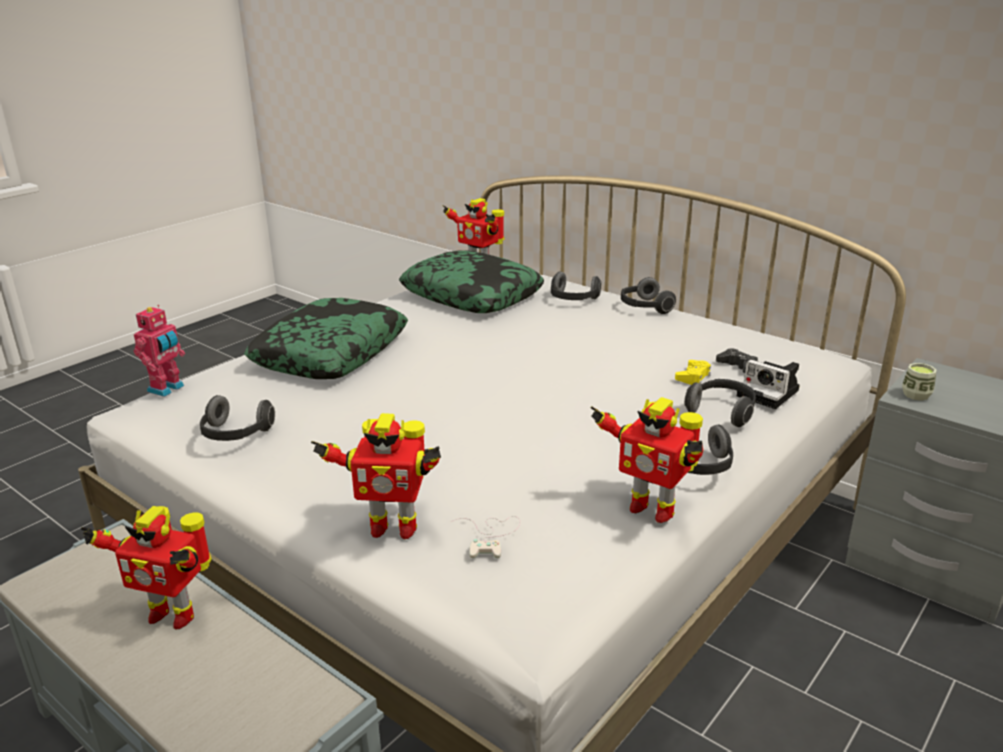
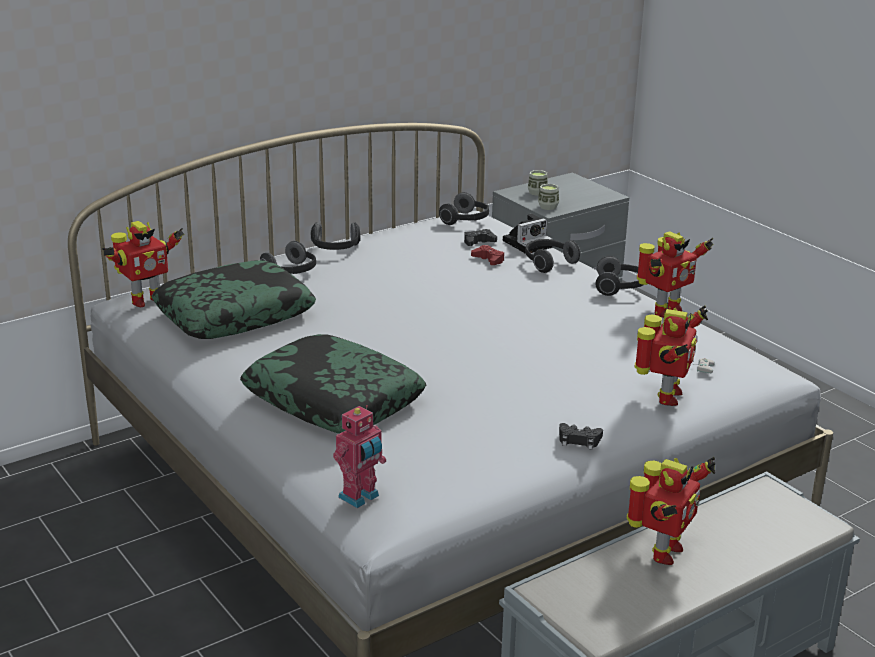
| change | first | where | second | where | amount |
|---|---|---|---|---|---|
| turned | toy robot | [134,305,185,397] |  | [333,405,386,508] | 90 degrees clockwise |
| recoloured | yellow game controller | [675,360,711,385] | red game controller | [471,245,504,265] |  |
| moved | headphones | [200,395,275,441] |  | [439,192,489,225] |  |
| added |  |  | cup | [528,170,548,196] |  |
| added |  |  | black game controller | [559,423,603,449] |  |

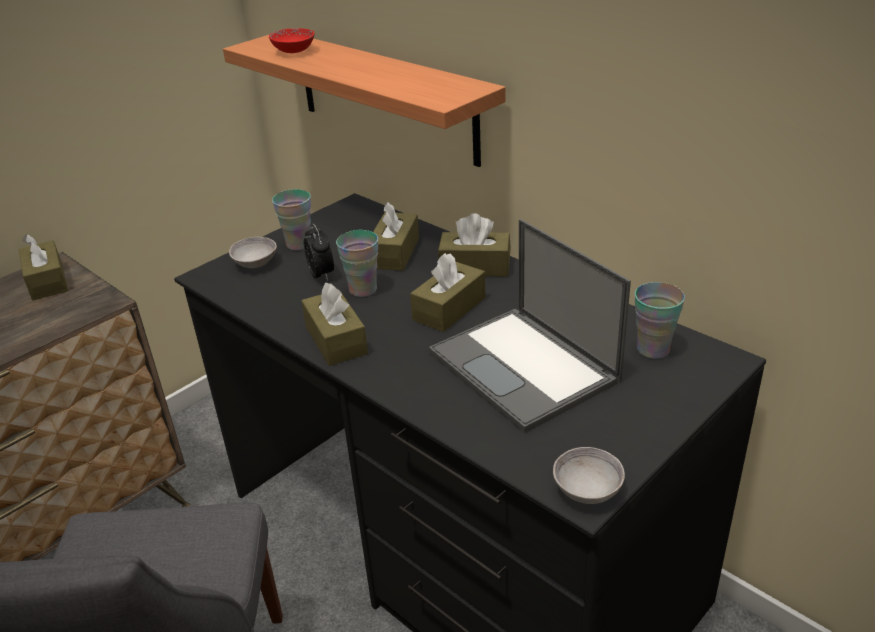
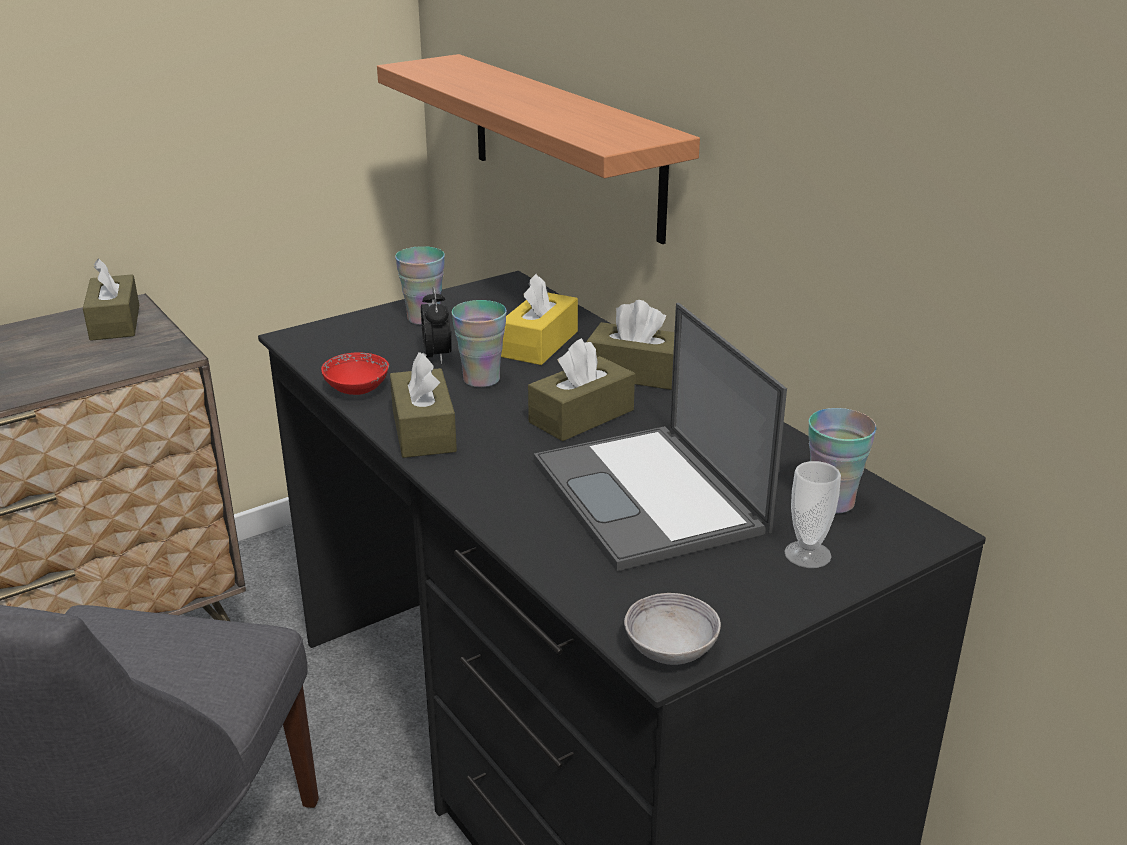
| change | first | where | second | where | amount |
|---|---|---|---|---|---|
| moved | red bowl | [269,28,314,53] |  | [321,352,389,395] |  |
| recoloured | brown tissue box | [373,202,419,271] | yellow tissue box | [501,274,578,365] |  |
| removed | grey bowl | [229,237,277,268] |  |  |  |
| added |  |  | cup | [784,461,841,568] |  |

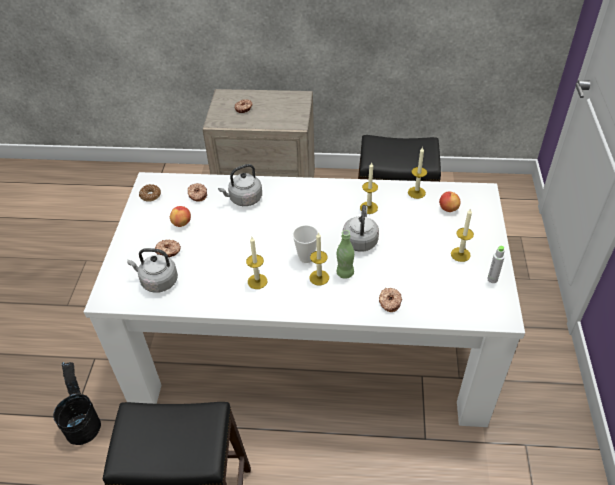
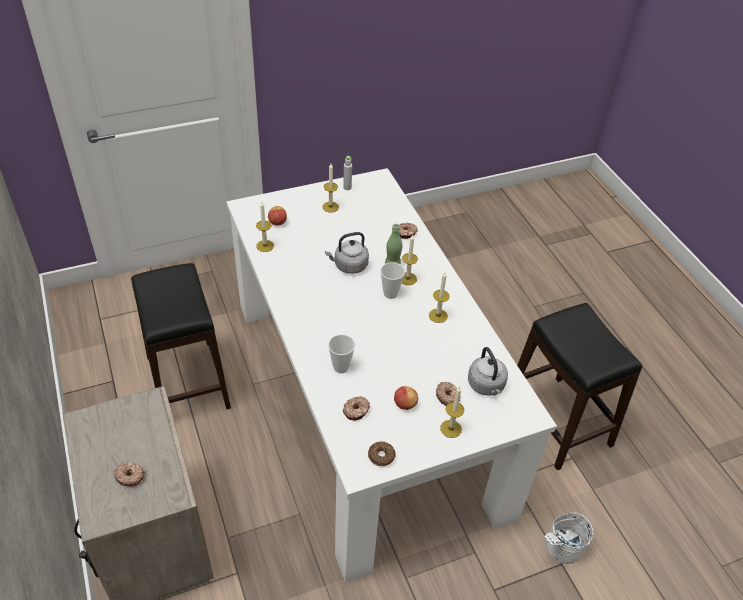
| change | first | where | second | where | amount |
|---|---|---|---|---|---|
| moved | candle | [360,162,378,214] |  | [440,386,464,438] |  |
| replaced | grey kettle | [218,164,262,206] | cup | [328,334,355,373] |  |
| recoloured | black bucket | [53,362,101,445] | white bucket | [544,512,593,564] |  |

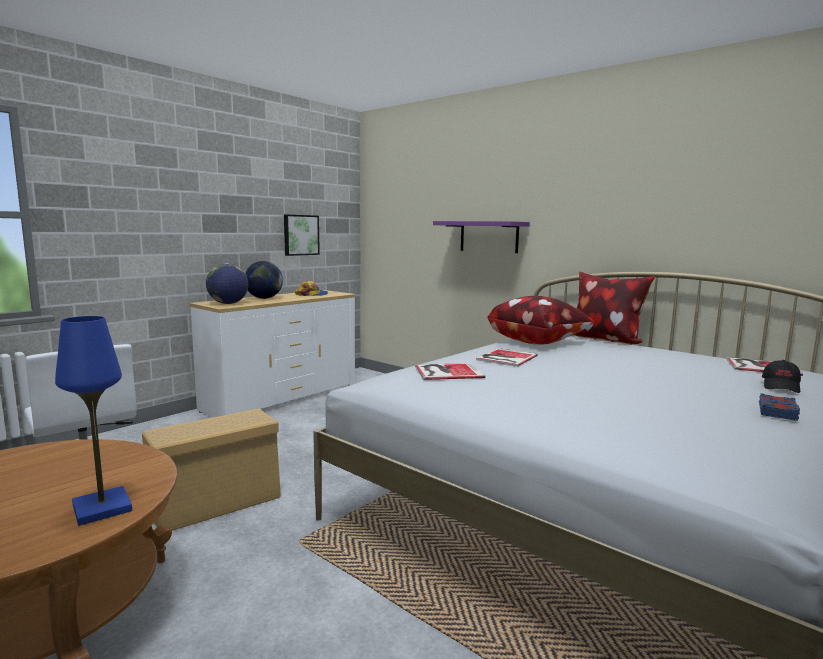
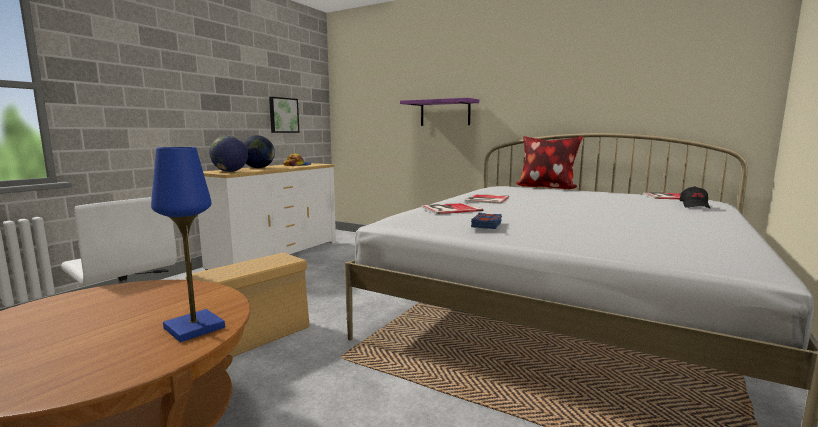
| change | first | where | second | where | amount |
|---|---|---|---|---|---|
| removed | pillow | [487,296,594,345] |  |  |  |
| moved | blue book | [759,393,800,421] |  | [471,213,502,229] |  |

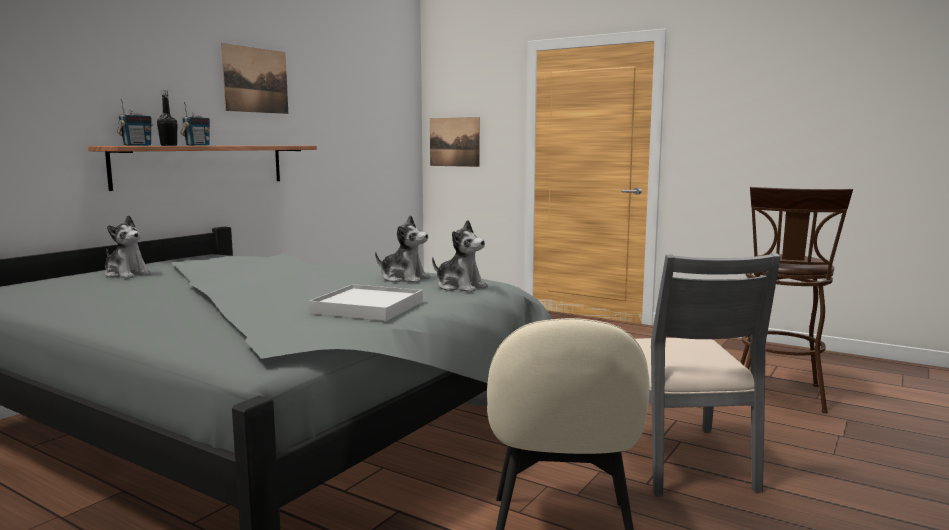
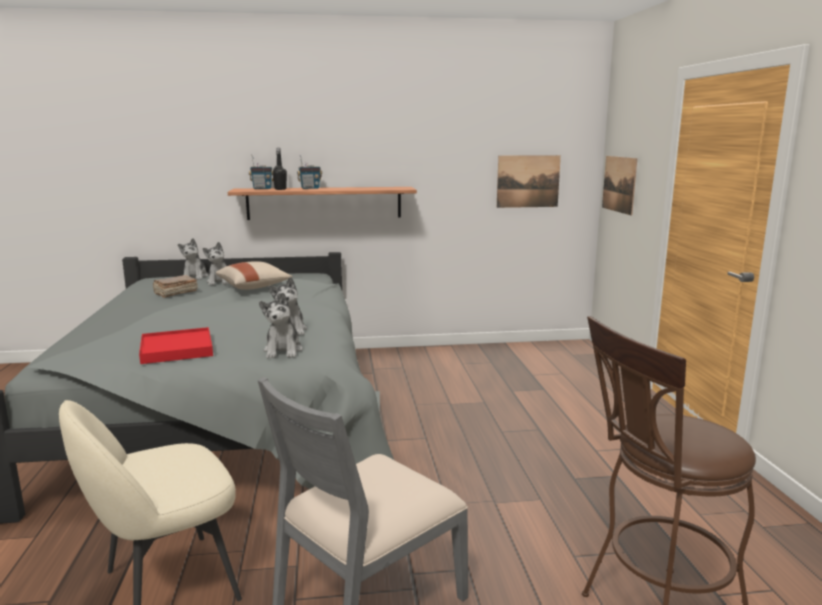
| change | first | where | second | where | amount |
|---|---|---|---|---|---|
| moved | picture | [221,43,288,114] |  | [497,155,561,208] |  |
| recoloured | white tray | [309,284,423,321] | red tray | [139,327,213,364] |  |
| added |  |  | plush toy | [178,238,208,280] |  |
| added |  |  | beige pillow | [216,261,293,290] |  |
| added |  |  | brown book | [153,275,198,298] |  |

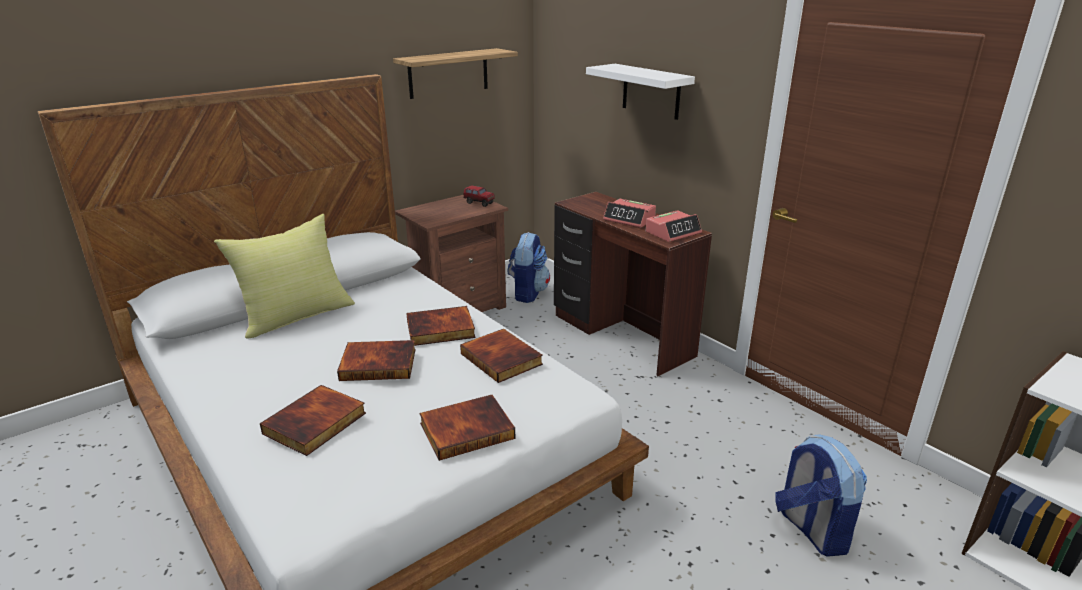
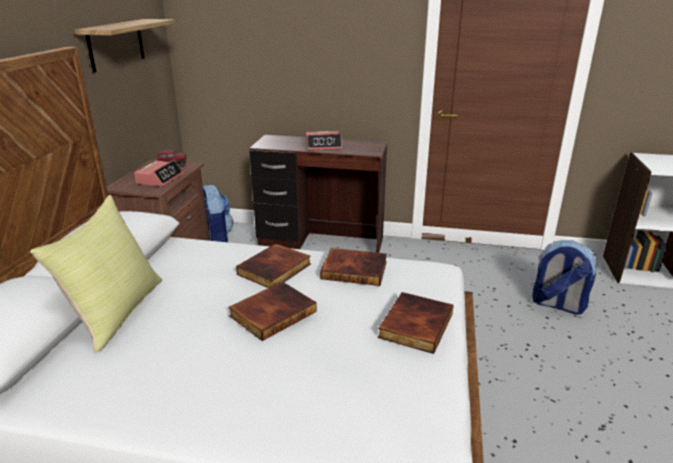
| change | first | where | second | where | amount |
|---|---|---|---|---|---|
| removed | white shelf | [586,64,695,120] |  |  |  |
| moved | alarm clock | [646,210,702,242] |  | [134,160,184,187] |  |
| removed | book | [260,385,366,456] |  |  |  |

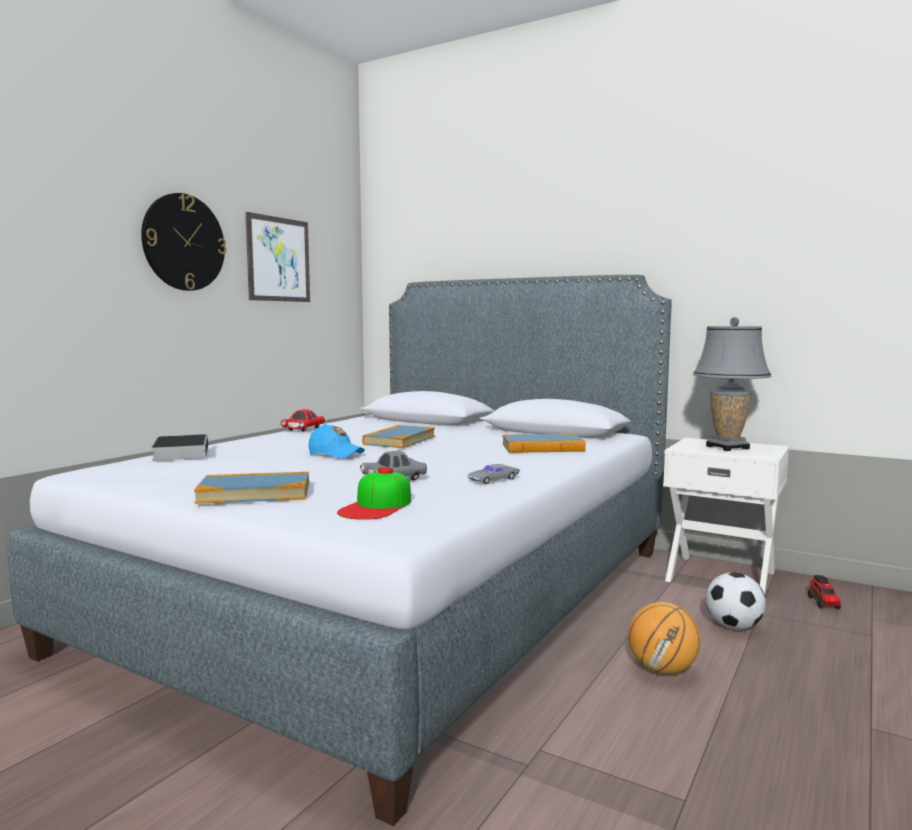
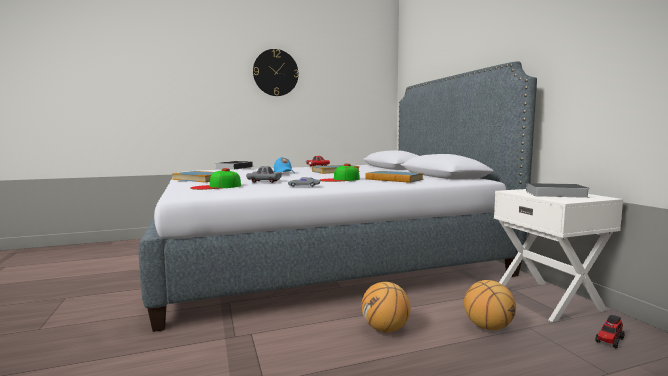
| change | first | where | second | where | amount |
|---|---|---|---|---|---|
| removed | picture | [245,212,310,302] |  |  |  |
| replaced | grey table lamp | [693,317,772,451] | book | [519,183,590,198] |  |
| replaced | football | [706,572,766,630] | basketball | [464,280,516,330] |  |
| added |  |  | cap | [320,164,360,182] |  |

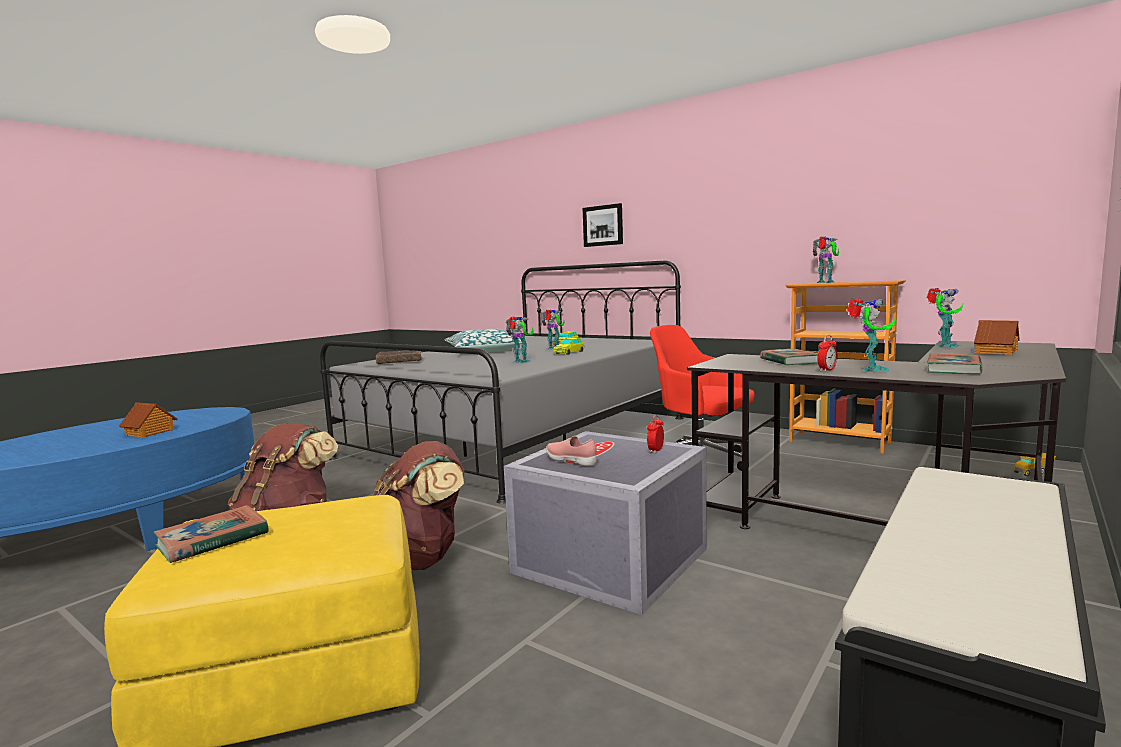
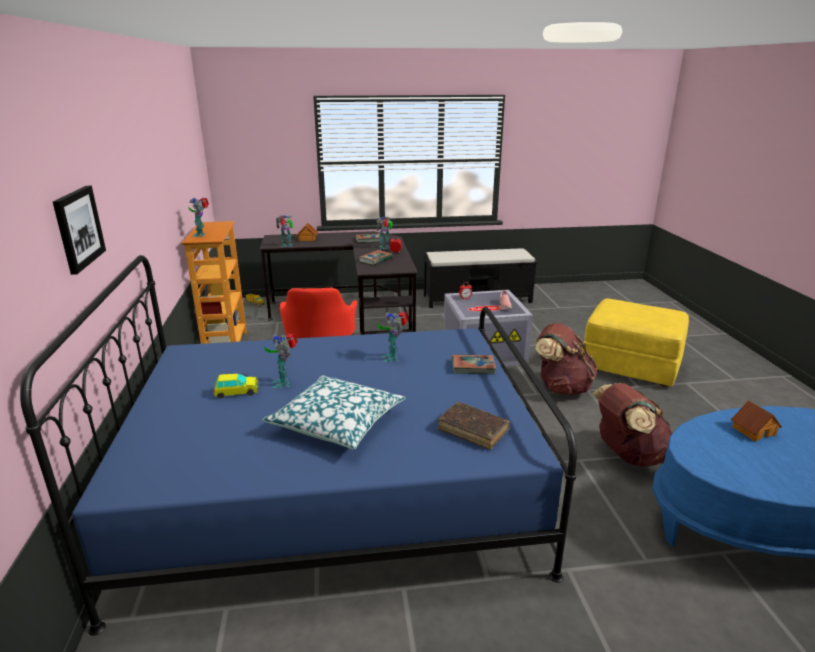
| change | first | where | second | where | amount |
|---|---|---|---|---|---|
| recoloured | grey bed | [320,260,684,504] | blue bed | [20,255,577,636] |  |
| removed | toy car | [554,338,584,355] |  |  |  |
| moved | book | [154,505,269,563] |  | [452,355,496,374] |  |

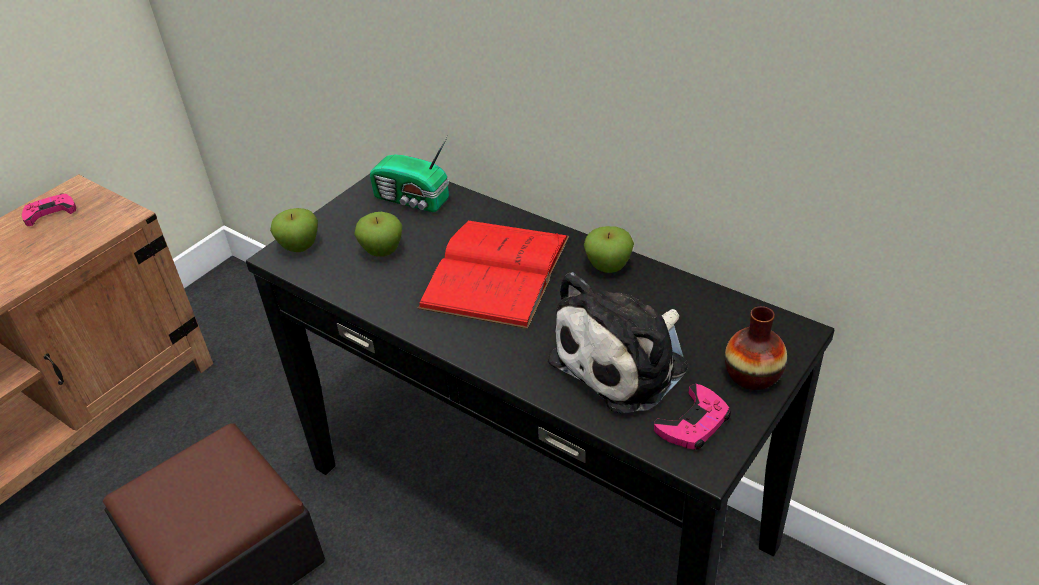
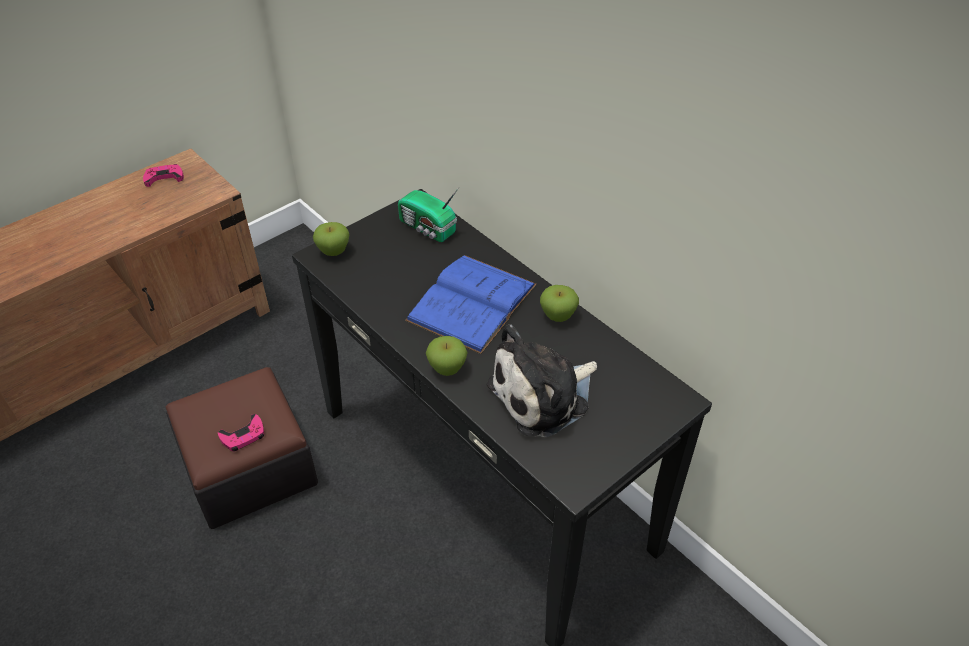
| change | first | where | second | where | amount |
|---|---|---|---|---|---|
| moved | apple | [354,212,403,257] |  | [426,336,468,376] |  |
| recoloured | red book | [417,221,569,329] | blue book | [405,255,537,354] |  |
| removed | vase | [725,306,787,390] |  |  |  |
| moved | pink game controller | [654,384,731,450] |  | [218,414,264,452] |  |

